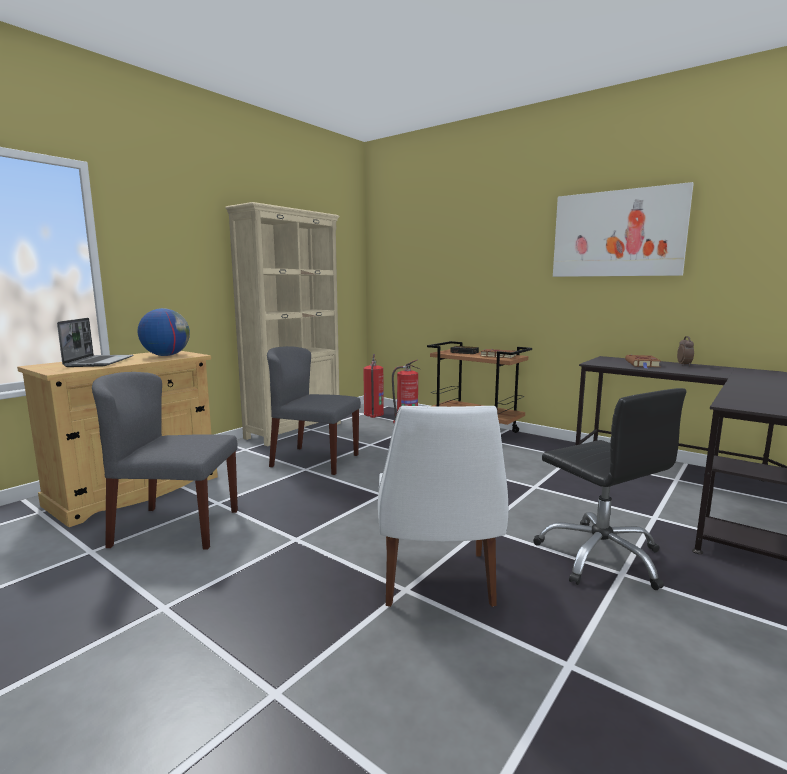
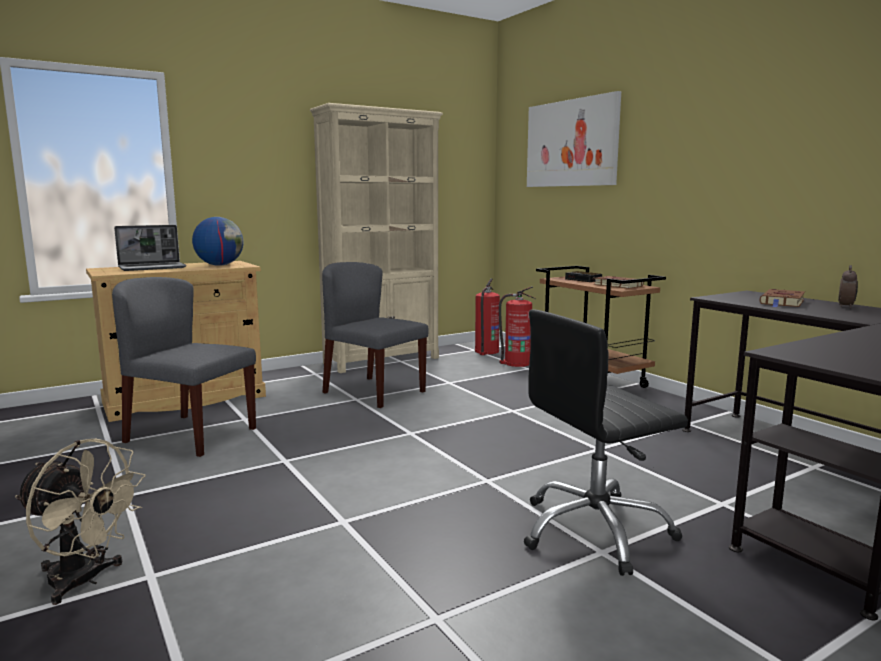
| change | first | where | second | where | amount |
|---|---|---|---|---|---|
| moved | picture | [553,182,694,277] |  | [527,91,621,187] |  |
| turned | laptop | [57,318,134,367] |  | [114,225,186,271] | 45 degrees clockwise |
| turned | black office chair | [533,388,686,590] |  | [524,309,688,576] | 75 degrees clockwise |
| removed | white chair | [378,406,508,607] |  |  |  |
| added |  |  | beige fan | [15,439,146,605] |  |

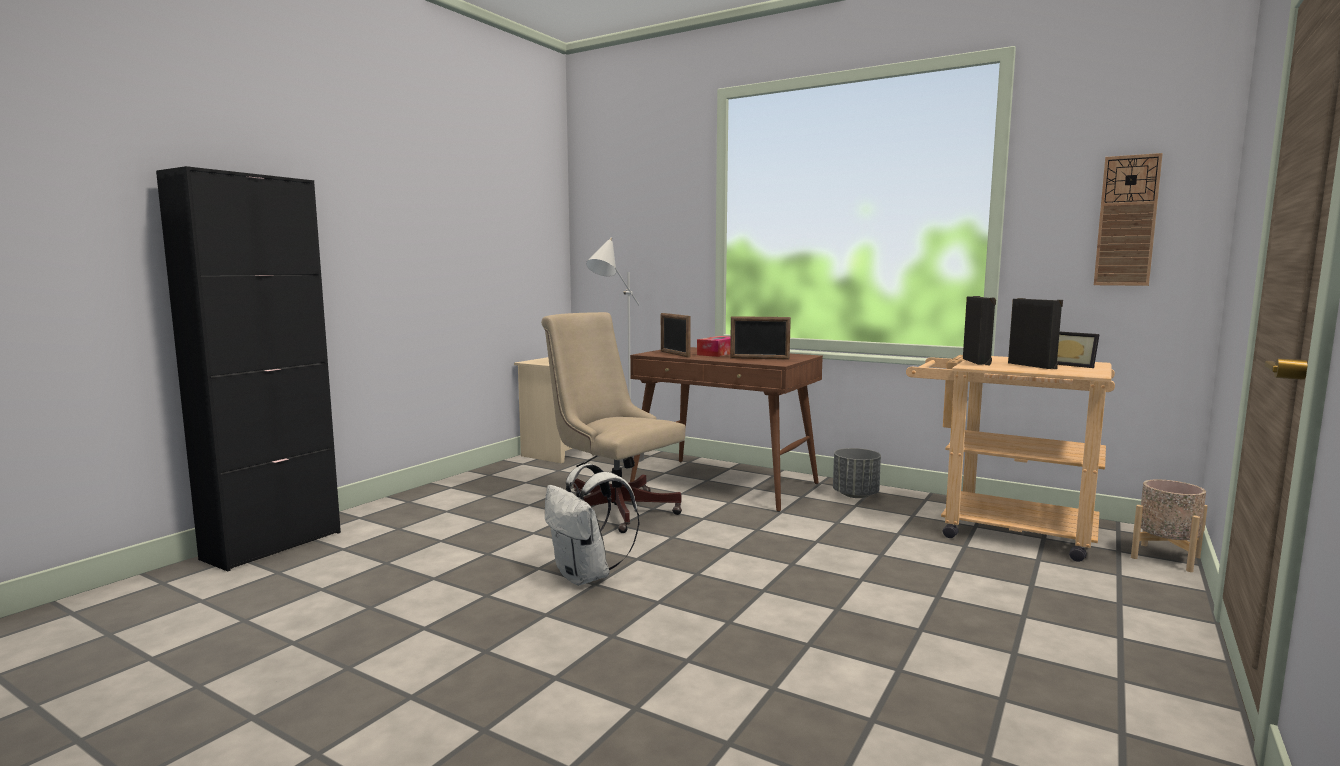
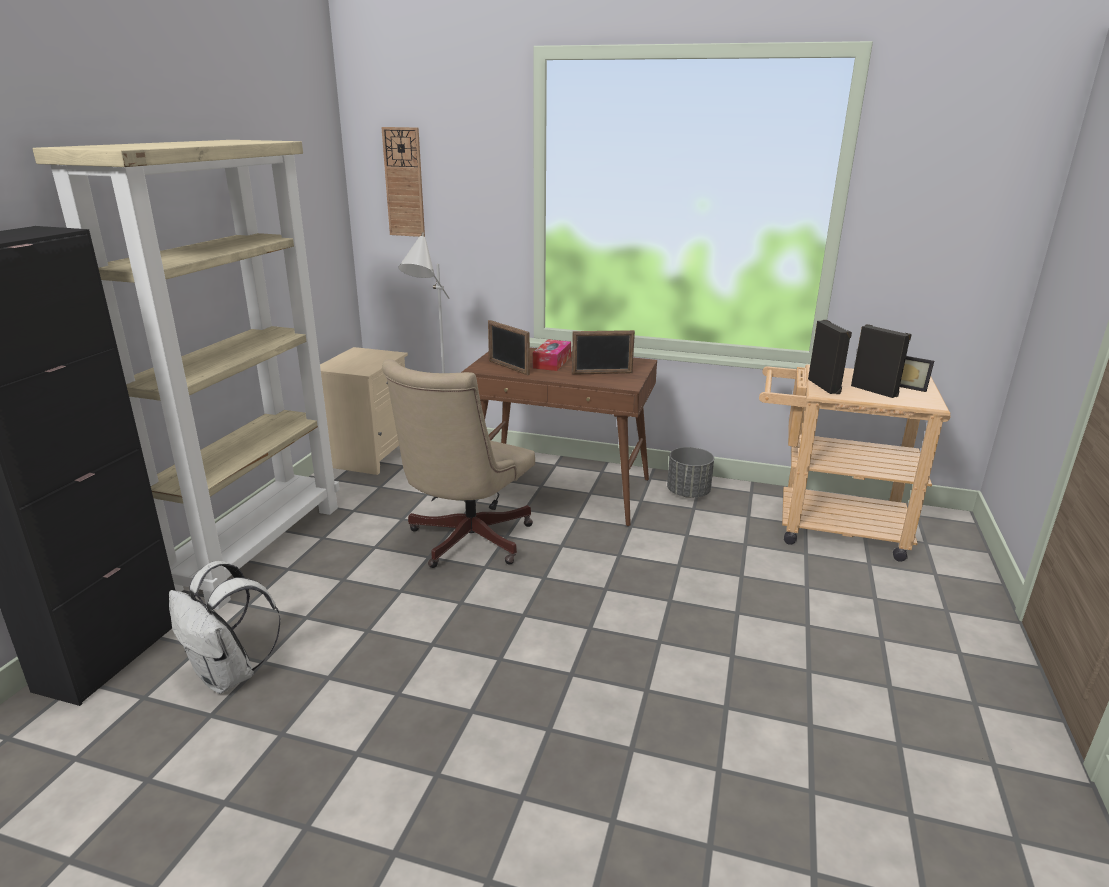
| change | first | where | second | where | amount |
|---|---|---|---|---|---|
| moved | wall clock | [1094,153,1163,286] |  | [381,127,425,237] |  |
| turned | beige office chair | [541,312,686,533] |  | [382,359,535,568] | 90 degrees counterclockwise |
| moved | white backpack | [545,464,639,586] |  | [169,561,281,694] |  |
| removed | beige planter | [1131,479,1208,572] |  |  |  |
| added |  |  | beige bookcase | [32,140,340,610] |  |

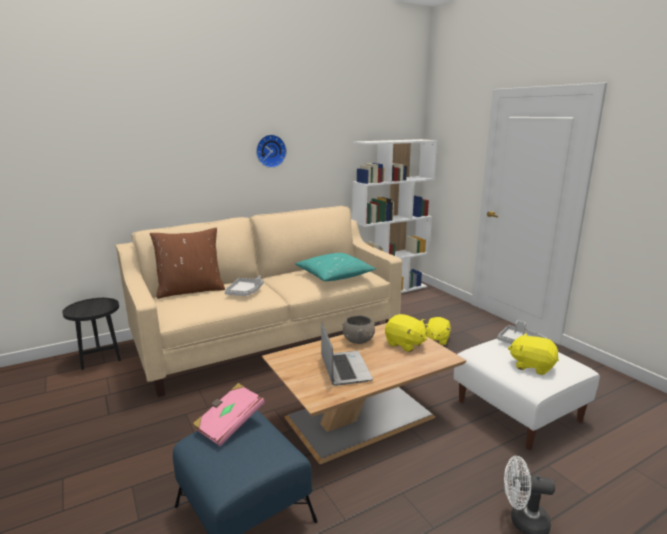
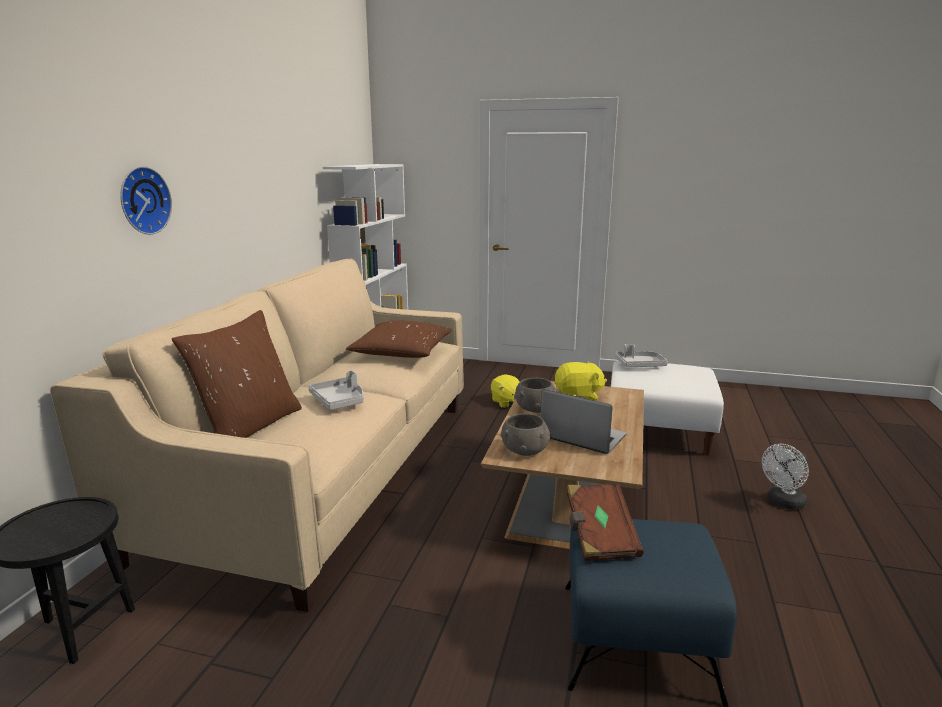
| change | first | where | second | where | amount |
|---|---|---|---|---|---|
| moved | wall clock | [256,134,287,168] |  | [120,166,172,235] |  |
| recoloured | turquoise pillow | [295,253,376,281] | brown pillow | [346,320,453,358] |  |
| removed | yellow plush toy | [508,333,559,375] |  |  |  |
| recoloured | pink book | [192,383,265,446] | brown book | [567,484,644,561] |  |
| added |  |  | grey bowl | [500,414,551,456] |  |

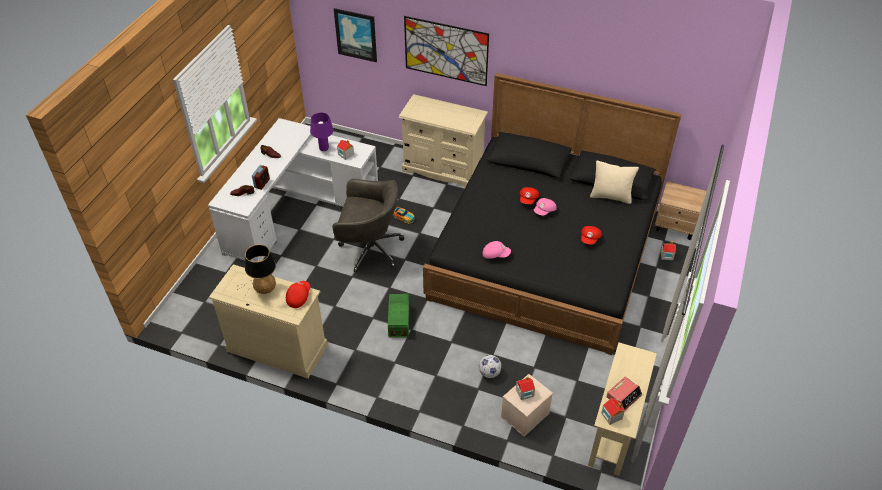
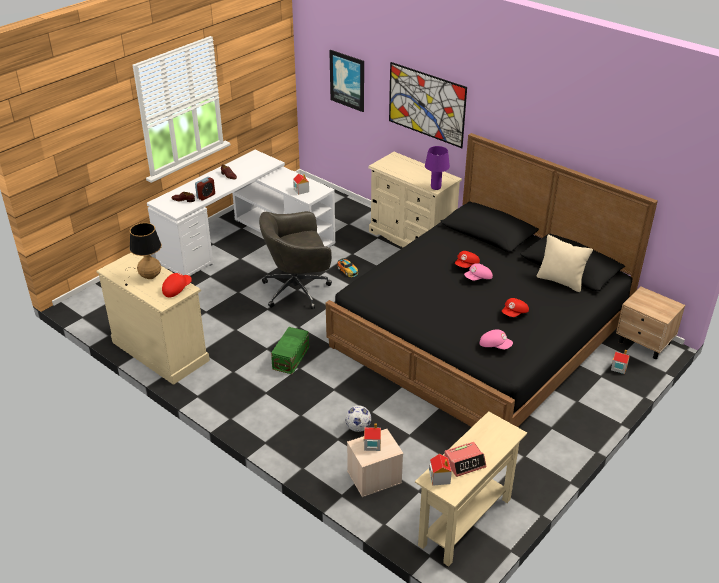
| change | first | where | second | where | amount |
|---|---|---|---|---|---|
| moved | purple table lamp | [310,112,333,151] |  | [425,146,450,190] |  |
| turned | grey office chair | [332,179,404,272] |  | [259,211,332,309] | 135 degrees clockwise |
| moved | pink cap | [483,241,511,259] |  | [480,329,513,349] |  |

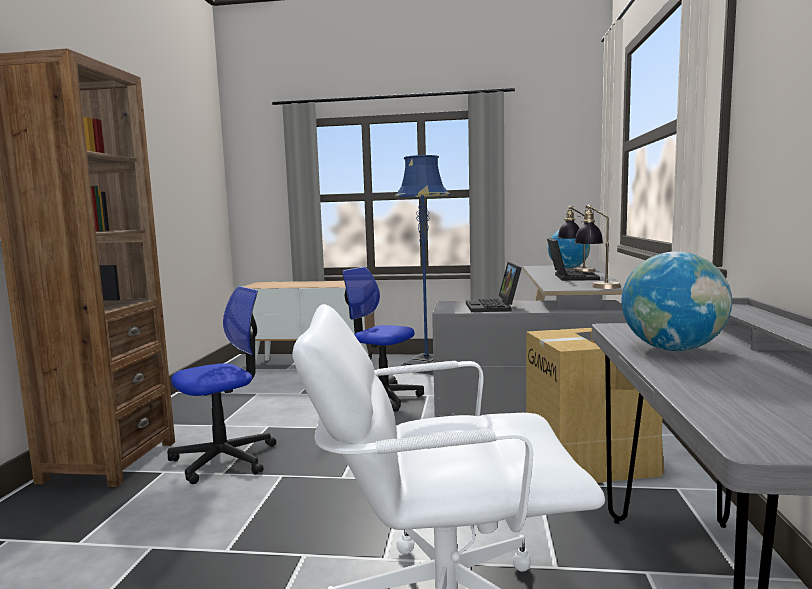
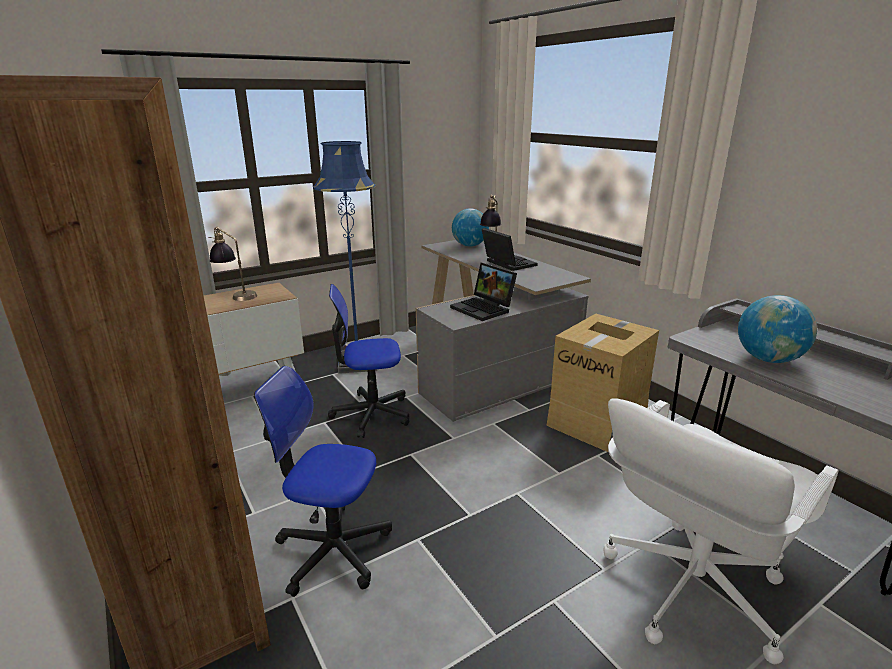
| change | first | where | second | where | amount |
|---|---|---|---|---|---|
| moved | table lamp | [575,205,621,289] |  | [208,226,257,301] |  |
| turned | office chair | [167,286,276,484] |  | [254,366,392,597] | 90 degrees counterclockwise |

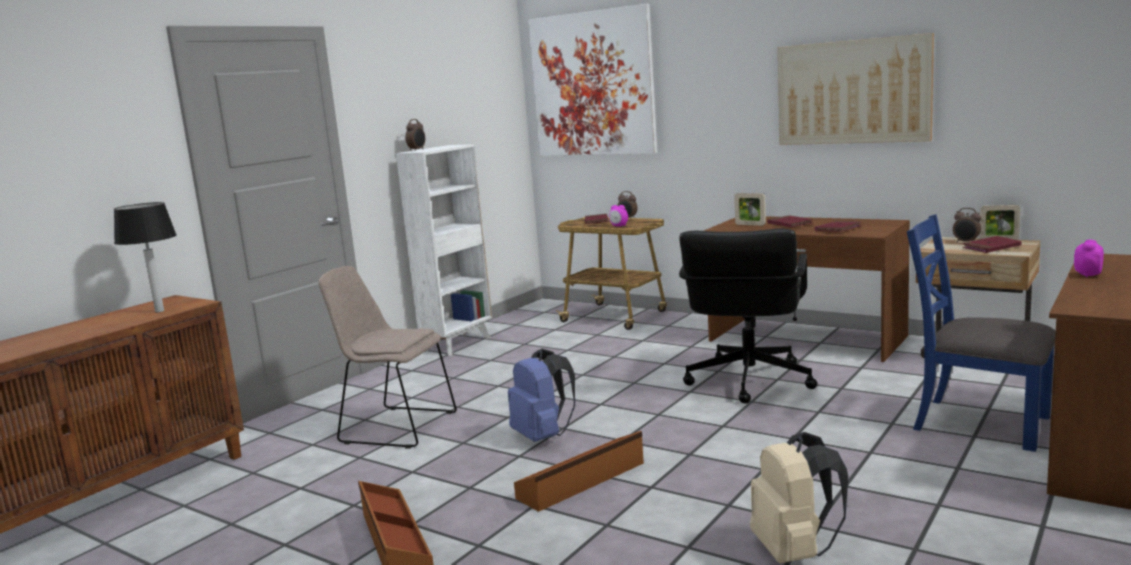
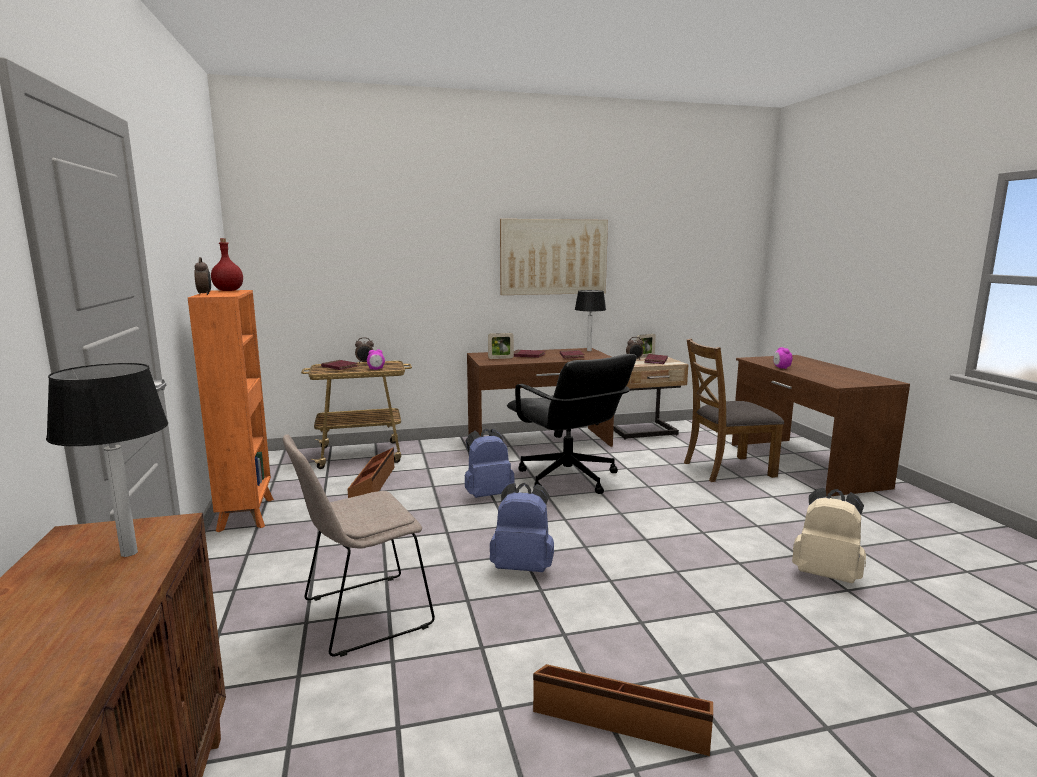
| change | first | where | second | where | amount |
|---|---|---|---|---|---|
| removed | picture | [528,4,657,156] |  |  |  |
| recoloured | white bookcase | [396,144,492,356] | orange bookcase | [188,290,274,532] |  |
| recoloured | blue chair | [907,214,1056,452] | brown chair | [684,338,784,482] |  |
| moved | brown storage box | [514,431,644,512] |  | [348,448,394,498] |  |
| added |  |  | red bottle | [211,238,243,291] |  |
| added |  |  | table lamp | [575,290,606,351] |  |
| added |  |  | blue backpack | [465,429,515,498] |  |

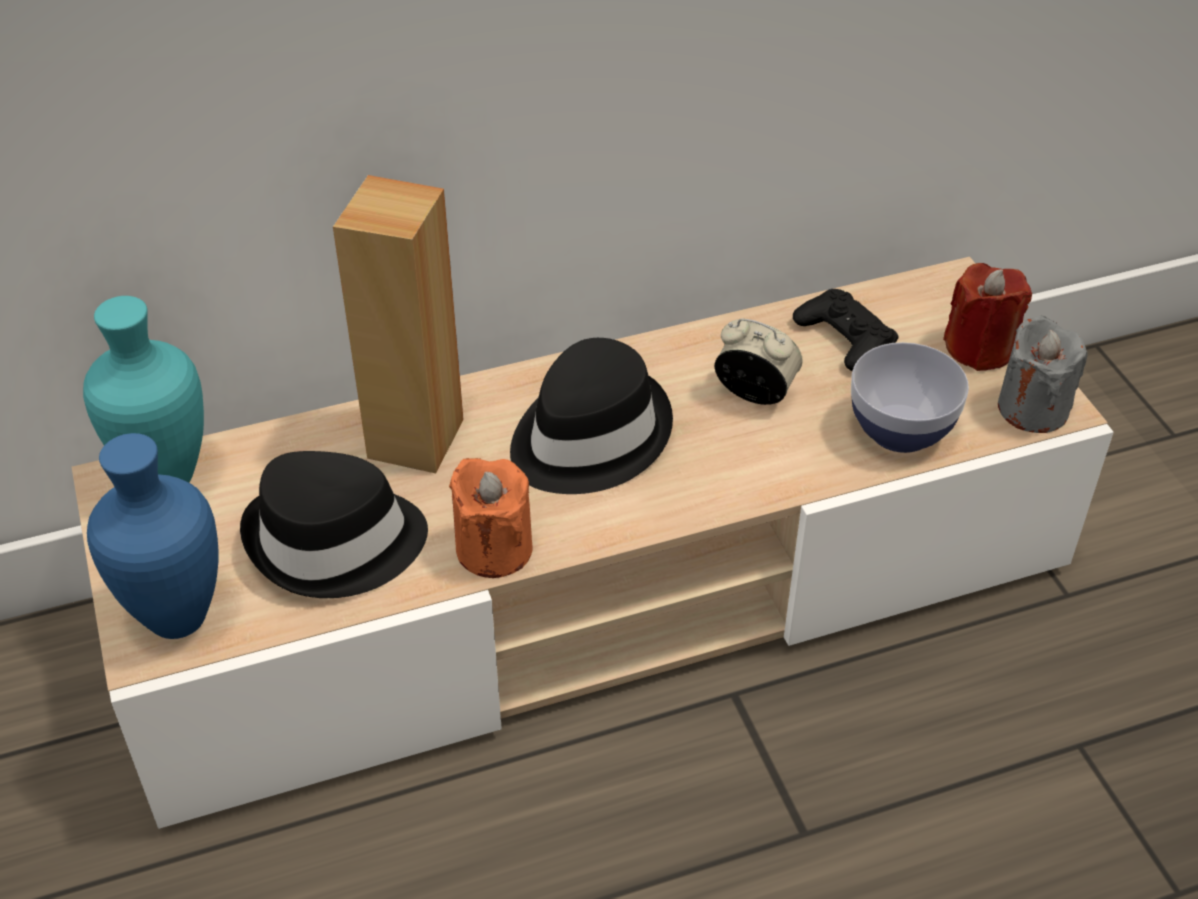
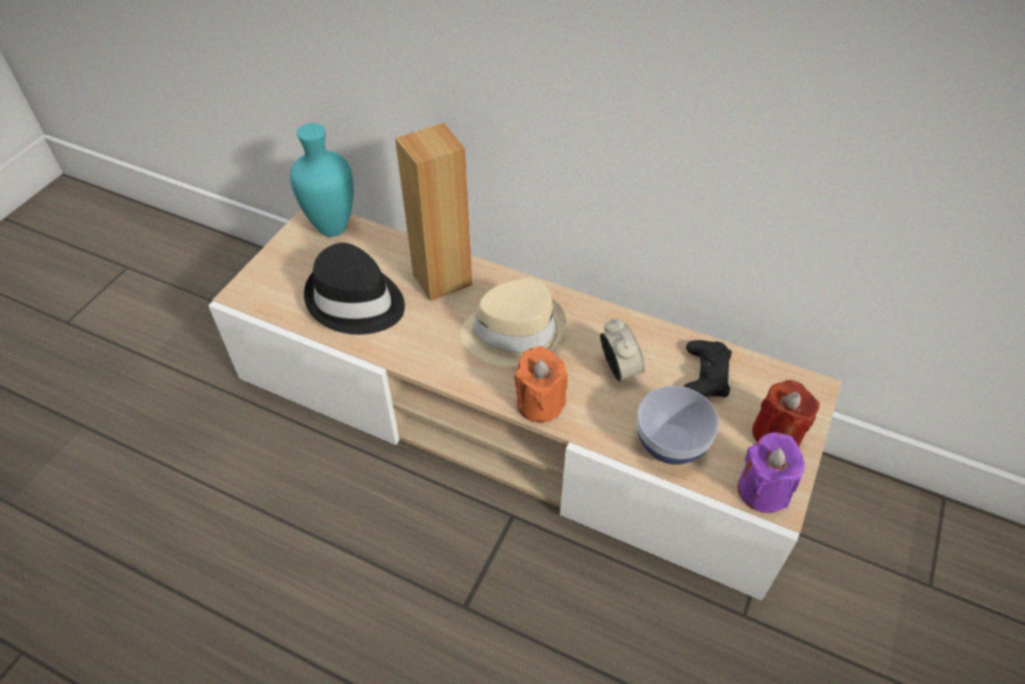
| change | first | where | second | where | amount |
|---|---|---|---|---|---|
| recoloured | grey candle | [998,315,1087,433] | purple candle | [738,432,805,513] |  |
| recoloured | black hat | [510,338,673,494] | beige hat | [460,278,566,367] |  |
| removed | blue vase | [87,433,219,639] |  |  |  |
| moved | orange candle | [449,458,533,578] |  | [514,346,568,423] |  |

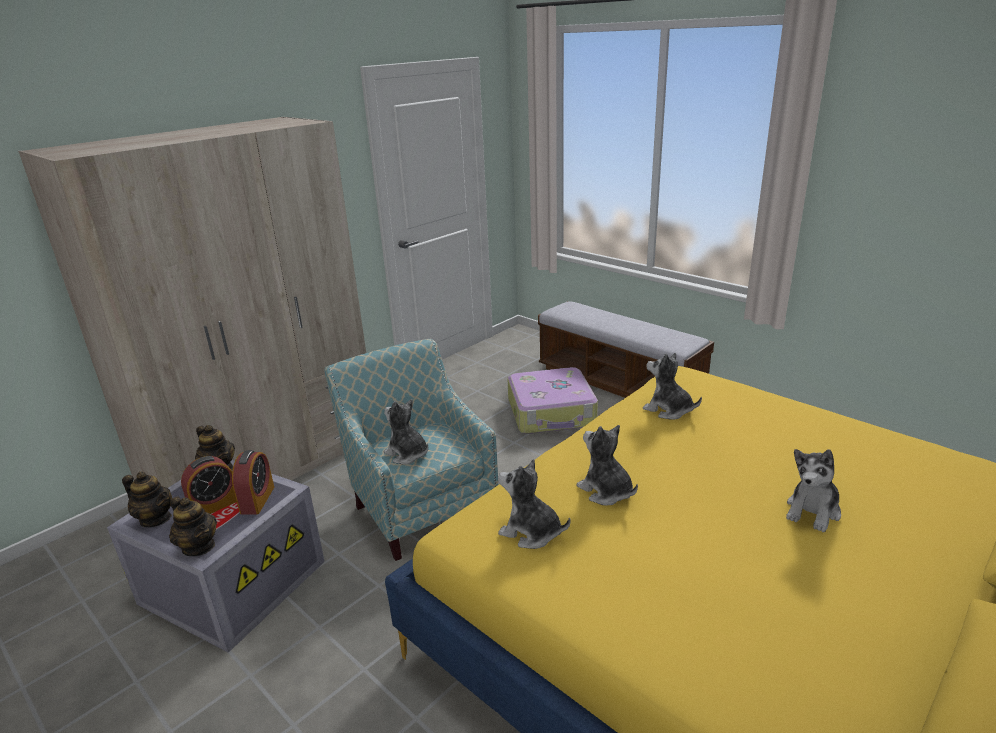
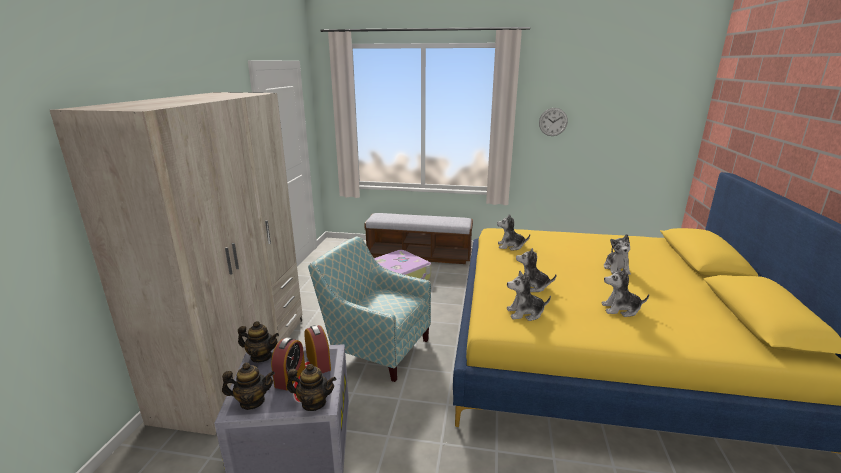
| change | first | where | second | where | amount |
|---|---|---|---|---|---|
| moved | plush toy | [384,399,428,465] |  | [601,267,649,317] |  |
| added |  |  | wall clock | [539,108,568,136] |  |

